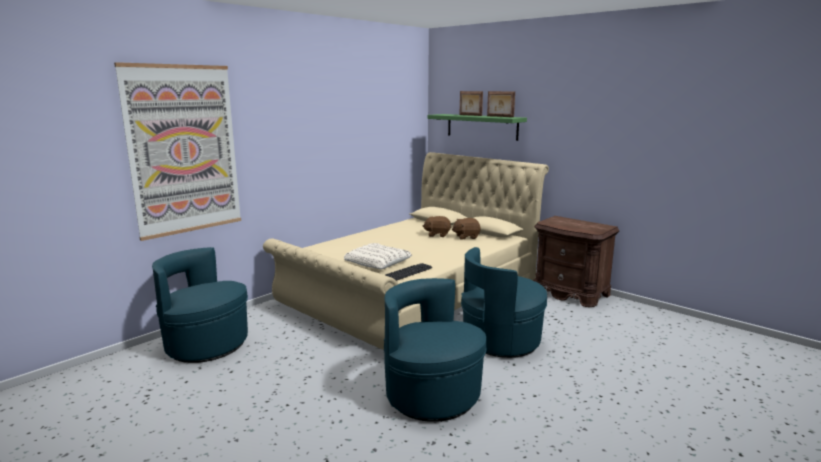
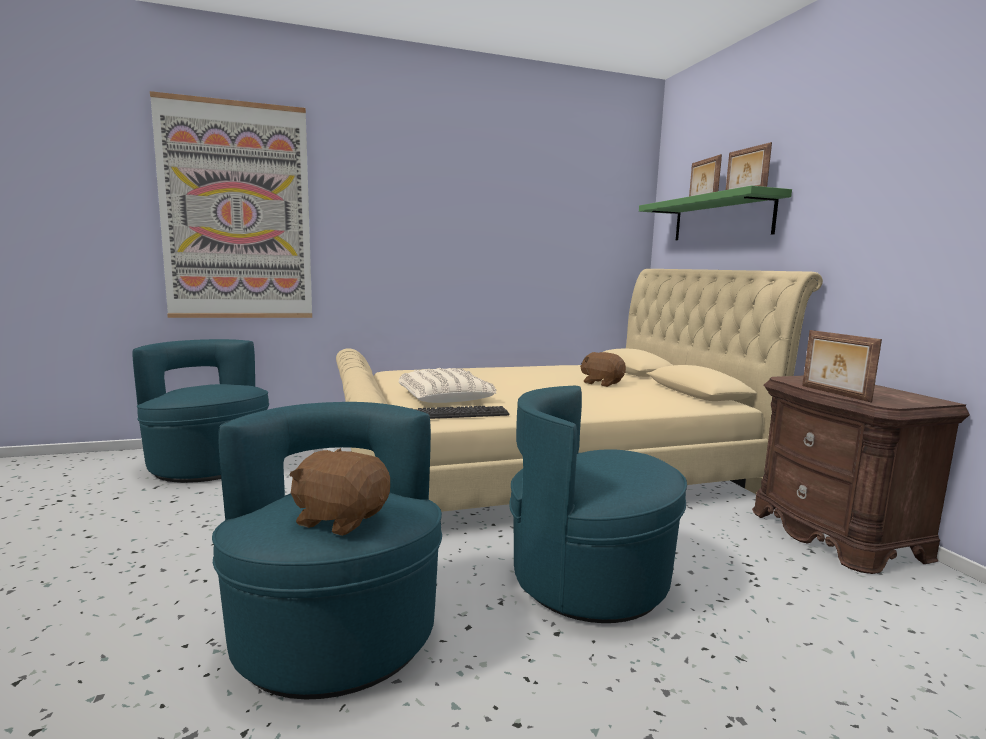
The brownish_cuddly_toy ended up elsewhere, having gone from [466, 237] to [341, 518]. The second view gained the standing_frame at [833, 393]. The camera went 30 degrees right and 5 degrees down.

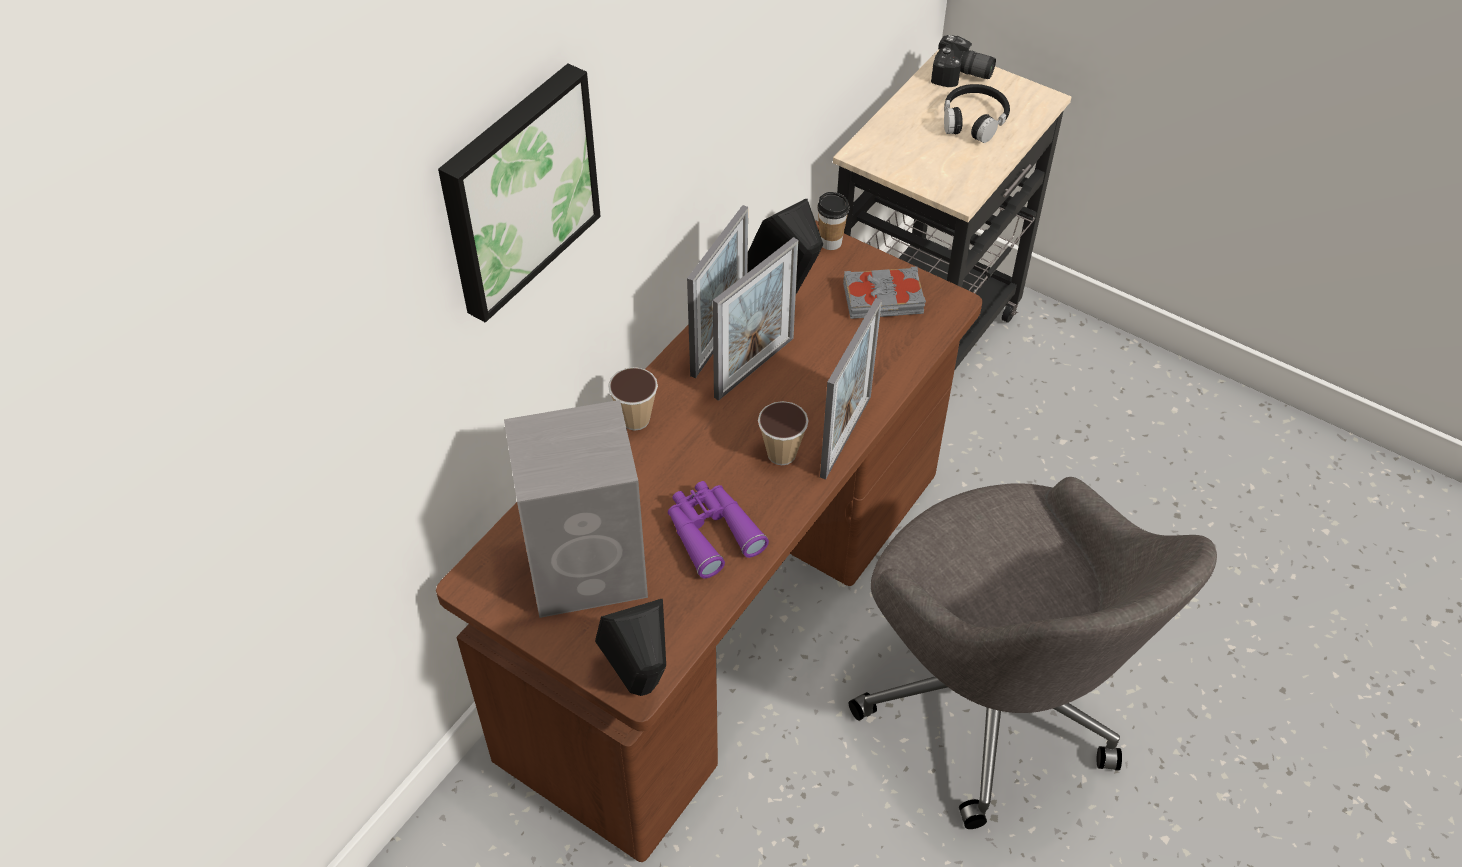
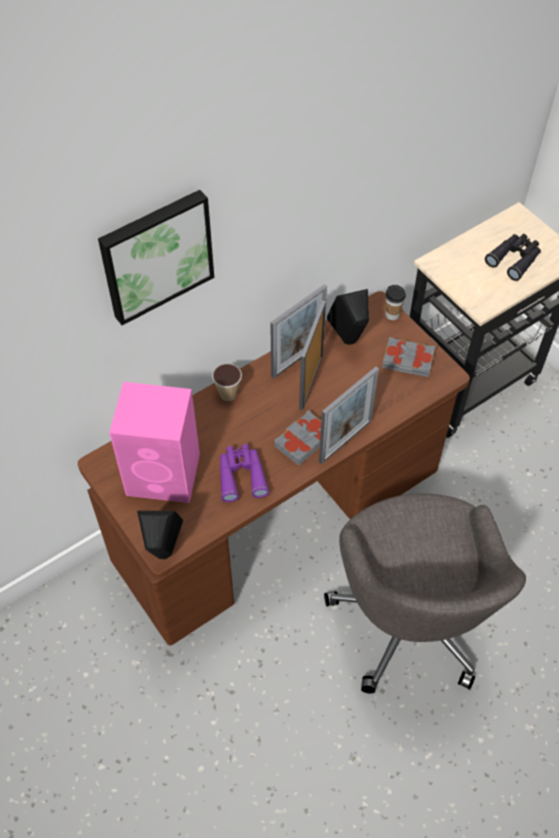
The second view lost the still_camera at [961, 76]. Where the black_pair_of_headphones stood at [973, 121], the black_binoculars came to stand at [514, 259]. The standing_frame at [754, 367] ended up facing another way, 135 degrees clockwise from before. What was the grey_audio_speaker at [590, 567] turned into the pink_audio_speaker at [165, 474]. Where the small_cup stood at [781, 454], the grey_bound_book came to stand at [302, 440]. The camera went 20 degrees right and 5 degrees up.

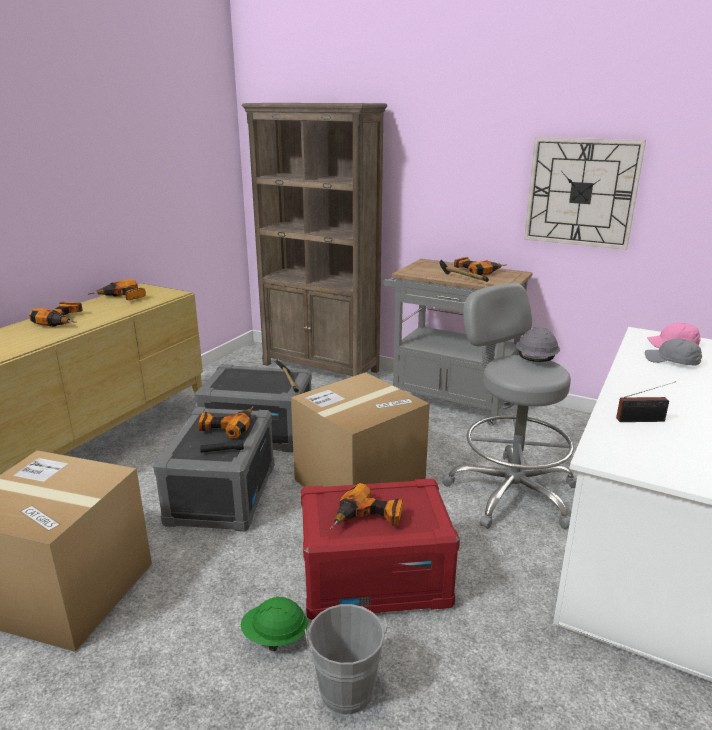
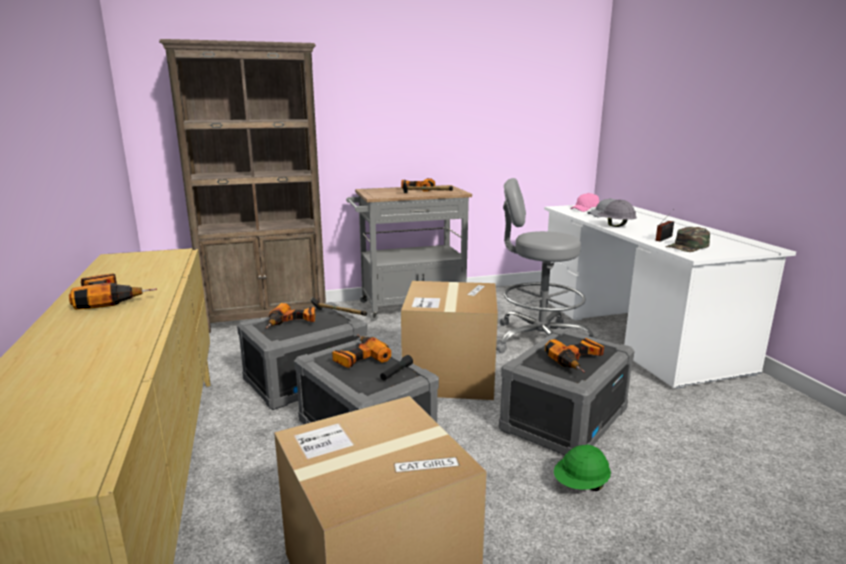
The second view lost the clock_on_the_wall at [581, 192]. The power_drill ended up elsewhere, having gone from [122, 298] to [292, 323]. The grey_work_helmet ended up elsewhere, having gone from [535, 359] to [615, 226]. What was the reddish_storage_bin at [375, 578] turned into the grey_storage_bin at [564, 419]. The second view lost the grey_pail at [345, 685]. The second view gained the greenish_baseball_cap at [688, 247]. The camera went 45 degrees left and 5 degrees down.

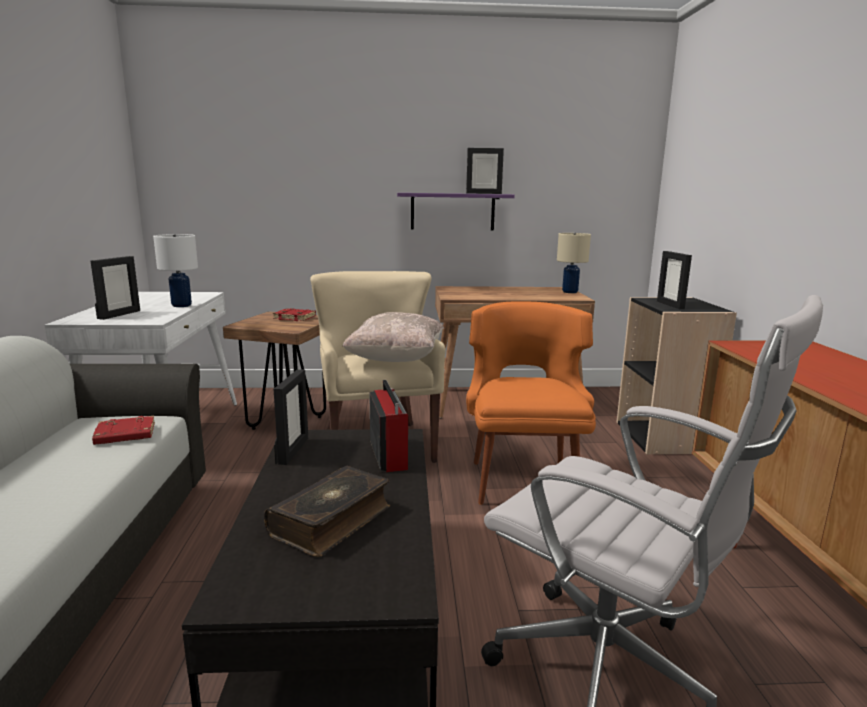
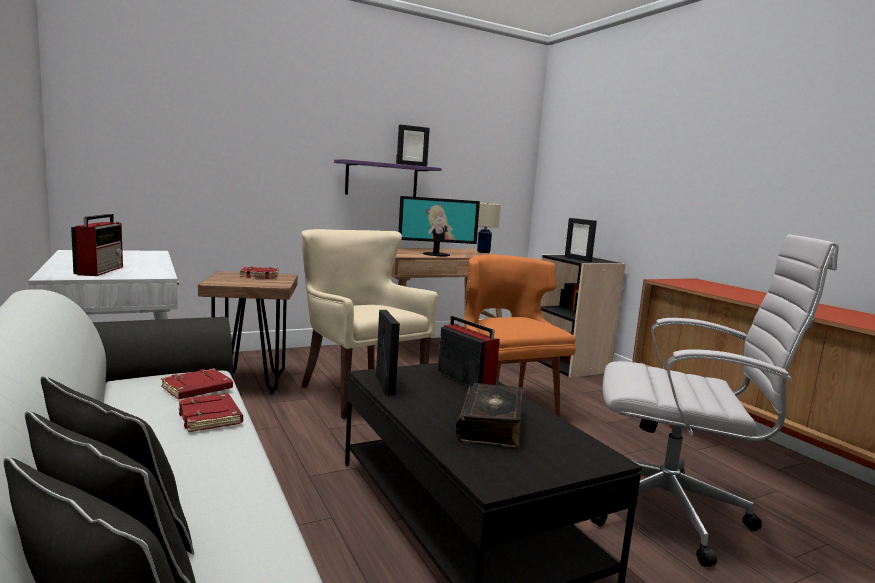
The second view lost the white_table_lamp at [183, 305]. Where the standing_frame stood at [119, 314], the radio_receiver came to stand at [101, 270]. The second view lost the beige_cushion at [396, 360]. The second view gained the computer_display at [436, 254]. The second view gained the reddish_bound_book at [211, 417]. The camera went 25 degrees left and 5 degrees down.

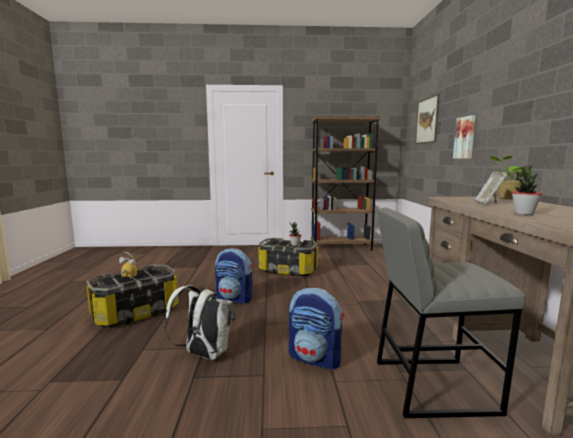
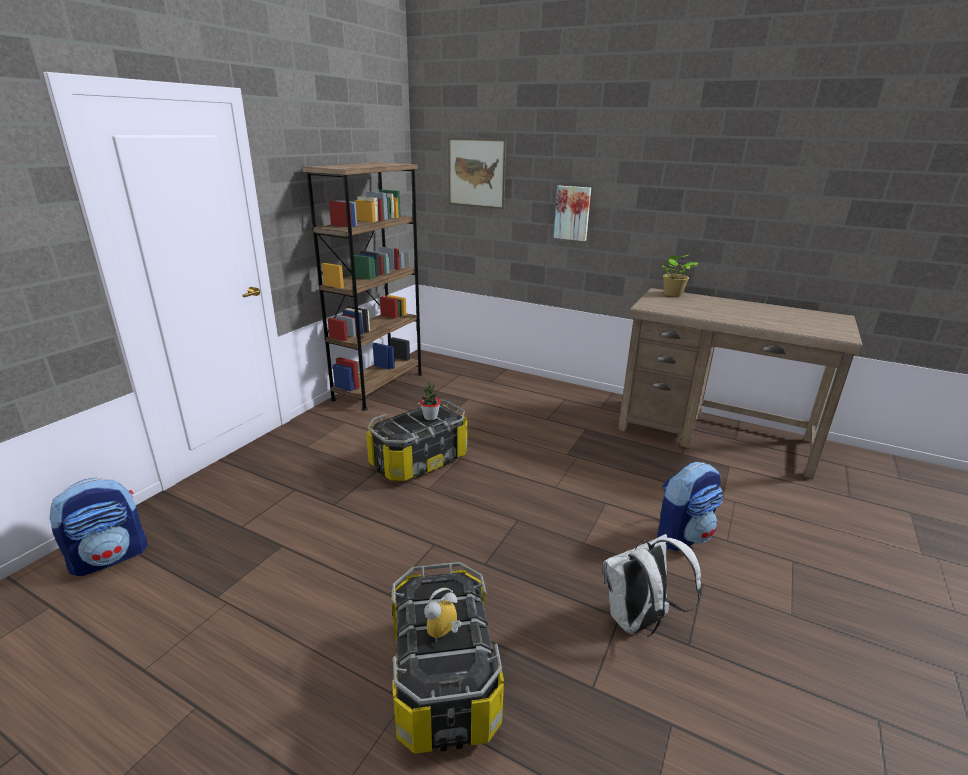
The second view lost the houseplant at [523, 213]. The second view lost the standing_frame at [488, 203]. The second view lost the grey_stool at [430, 386]. The rucksack ended up elsewhere, having gone from [235, 298] to [111, 557]. The camera went 60 degrees left and 15 degrees up.

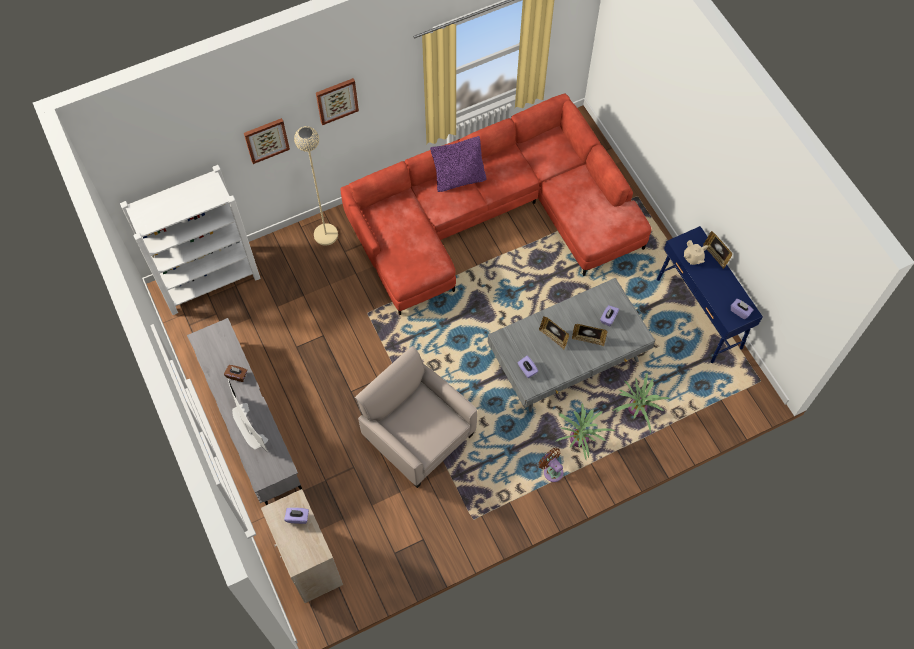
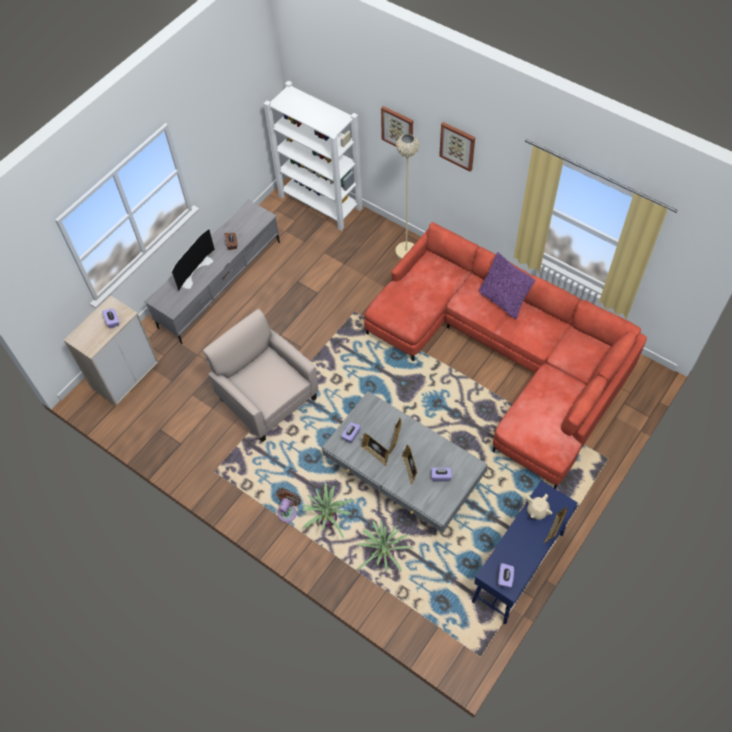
The beige_armchair at [418, 435] ended up facing another way, 60 degrees counterclockwise from before. The second view gained the standing_frame at [375, 454]. The camera went 65 degrees right and 5 degrees down.

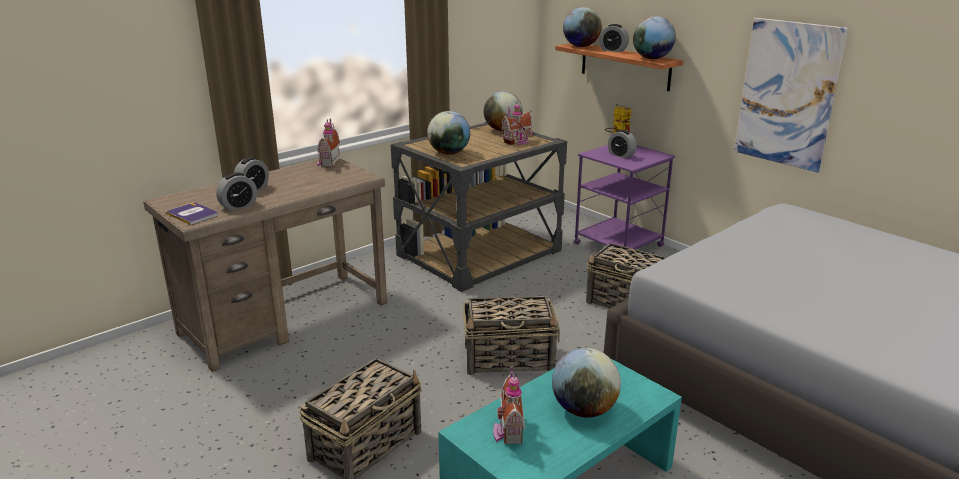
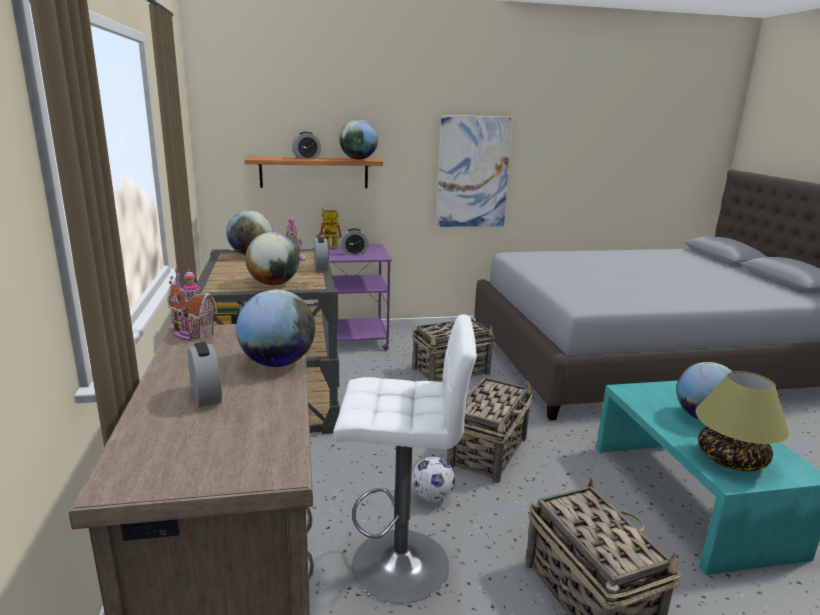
The world_globe ended up elsewhere, having gone from [581, 46] to [277, 363]. The table_clock ended up elsewhere, having gone from [238, 206] to [321, 268]. The second view lost the bound_book at [192, 214]. Where the model_house stood at [507, 431], the table_lamp came to stand at [731, 459]. The second view gained the white_stool at [401, 565]. The second view gained the football_ball at [431, 497]. The camera went 60 degrees left and 5 degrees down.

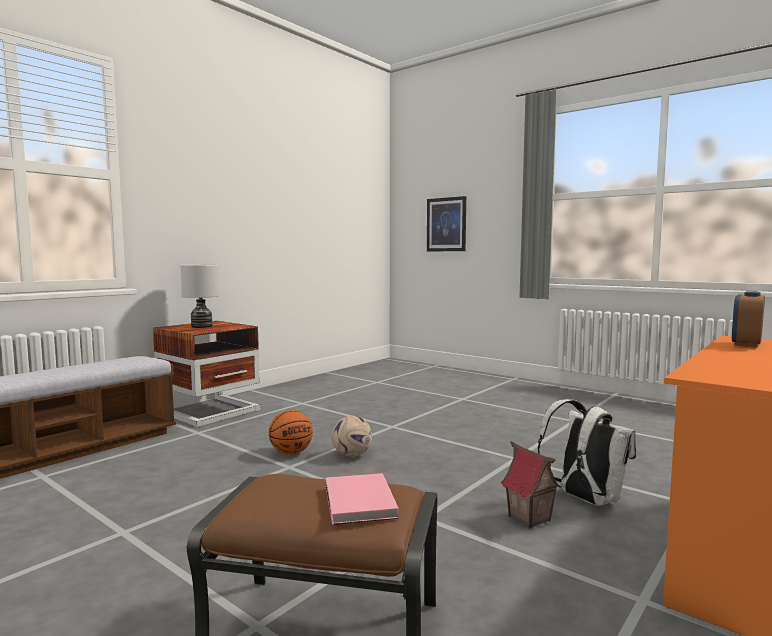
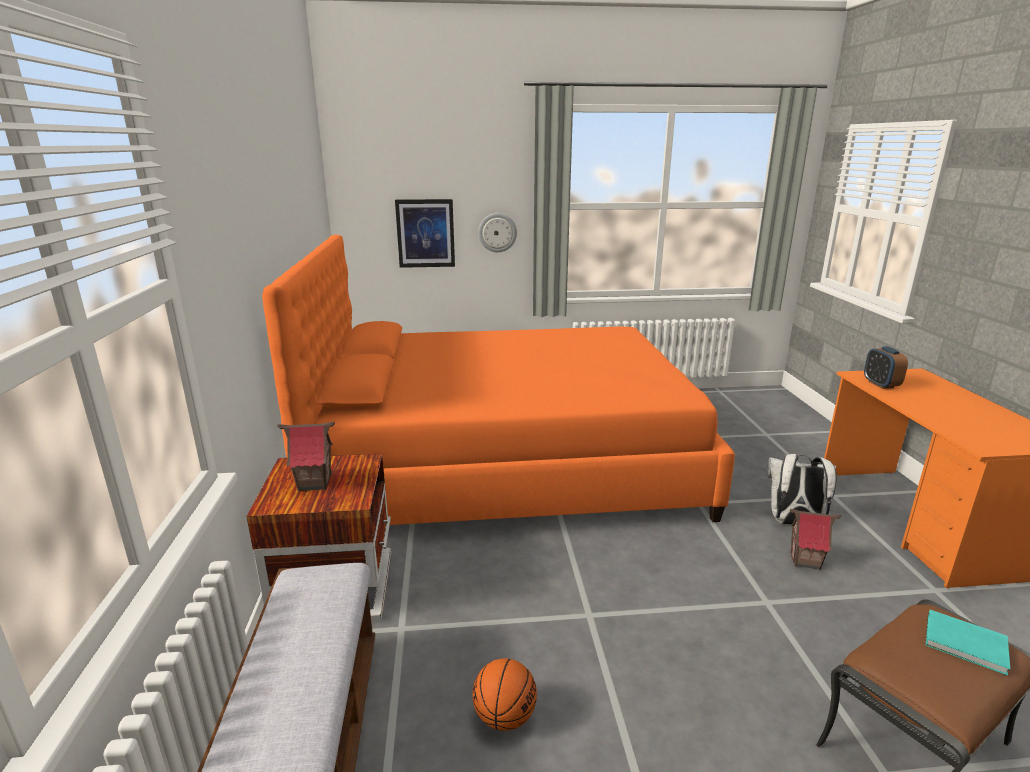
Where the grey_table_lamp stood at [201, 326], the model_house came to stand at [314, 483]. The basketball ended up elsewhere, having gone from [291, 453] to [504, 717]. The second view lost the football_ball at [352, 455]. What was the pink_bound_book at [358, 503] turned into the blue-green_bound_book at [967, 645]. The second view gained the clock_on_the_wall at [497, 232]. The second view gained the orange_sleeping_bed at [505, 462]. The camera went 45 degrees left and 15 degrees up.

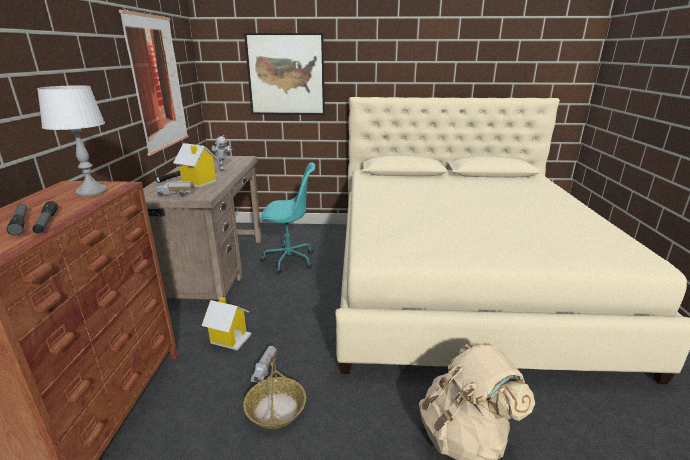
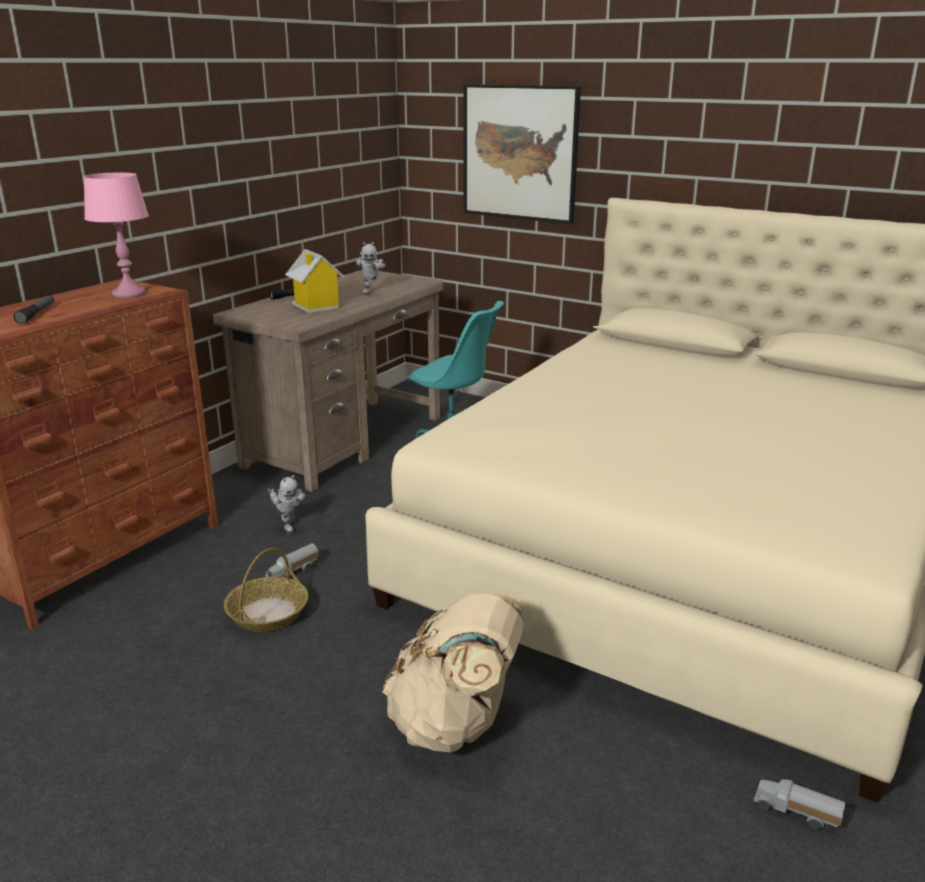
The second view lost the picture at [158, 83]. What was the grey_table_lamp at [92, 191] turned into the pink_table_lamp at [129, 294]. The model_truck ended up elsewhere, having gone from [175, 195] to [796, 814]. The second view lost the torch at [46, 222]. Where the model_house stood at [229, 338], the robot_figure came to stand at [287, 526]. The camera went 30 degrees right and 0 degrees up.

